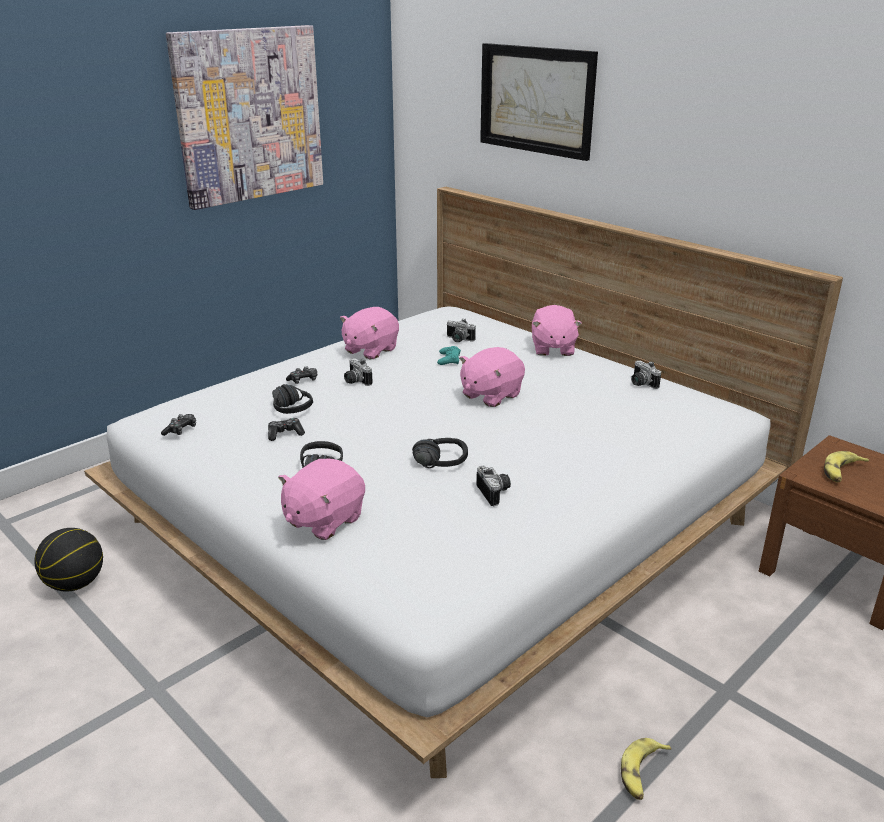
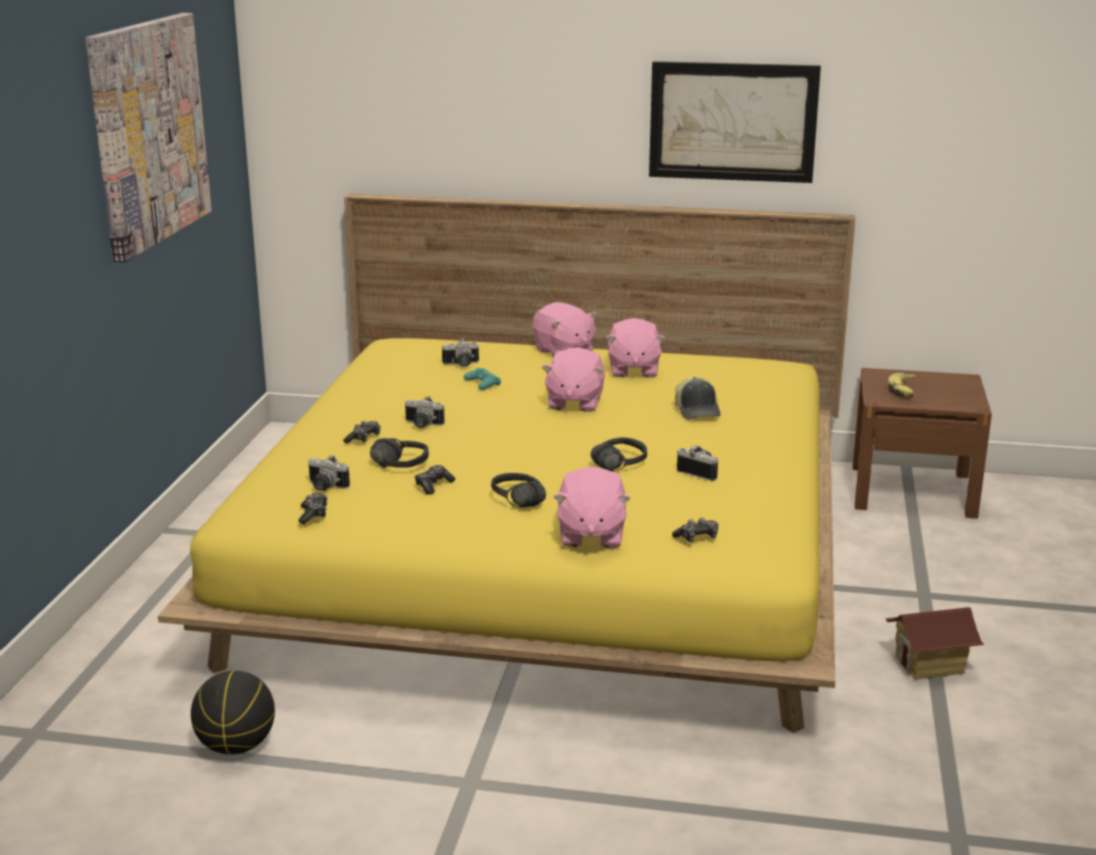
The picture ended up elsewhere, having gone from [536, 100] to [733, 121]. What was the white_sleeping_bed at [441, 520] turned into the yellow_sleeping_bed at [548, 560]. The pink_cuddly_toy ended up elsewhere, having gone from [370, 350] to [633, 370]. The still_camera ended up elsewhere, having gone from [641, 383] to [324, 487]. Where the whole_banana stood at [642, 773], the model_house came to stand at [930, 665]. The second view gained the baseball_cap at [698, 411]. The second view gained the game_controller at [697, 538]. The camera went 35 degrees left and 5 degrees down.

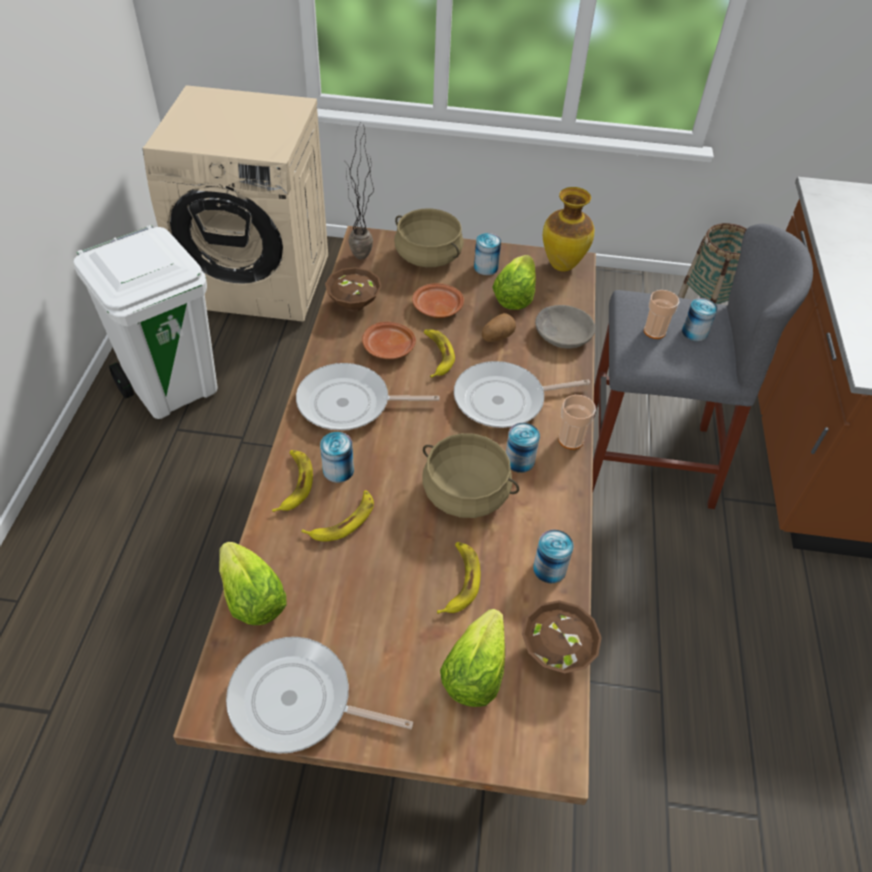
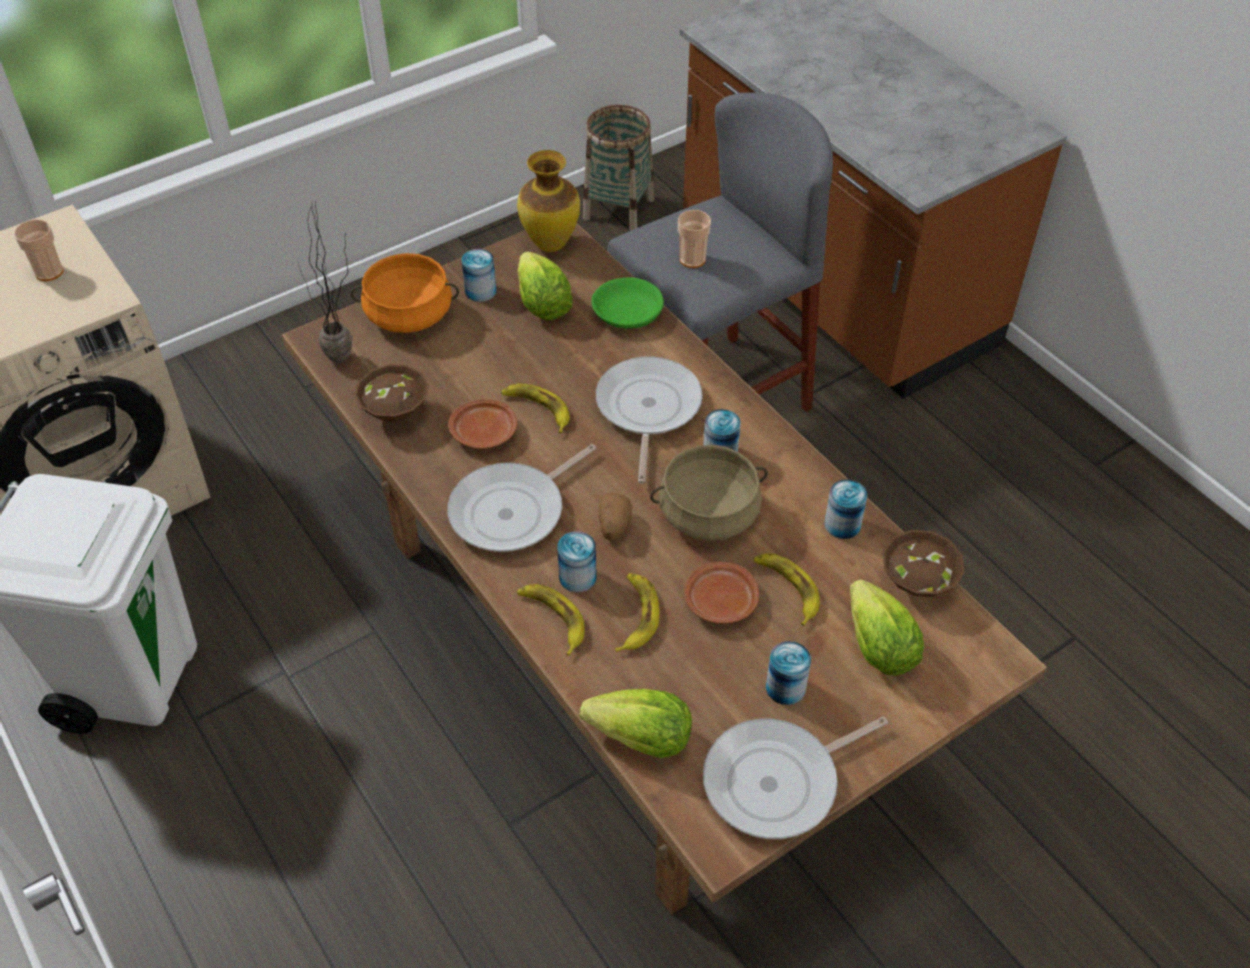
What was the beige_cooking_pot at [427, 256] turned into the orange_cooking_pot at [409, 315]. The brownish_dinner_plate ended up elsewhere, having gone from [437, 308] to [720, 602]. The metal_can ended up elsewhere, having gone from [694, 332] to [785, 687]. What was the grey_bowl at [562, 334] turned into the greenish_bowl at [626, 313]. The potato ended up elsewhere, having gone from [497, 337] to [614, 526]. The frying_pan at [504, 400] ended up facing another way, 150 degrees clockwise from before. The small_cup ended up elsewhere, having gone from [571, 439] to [49, 272]. The camera went 40 degrees left and 0 degrees up.

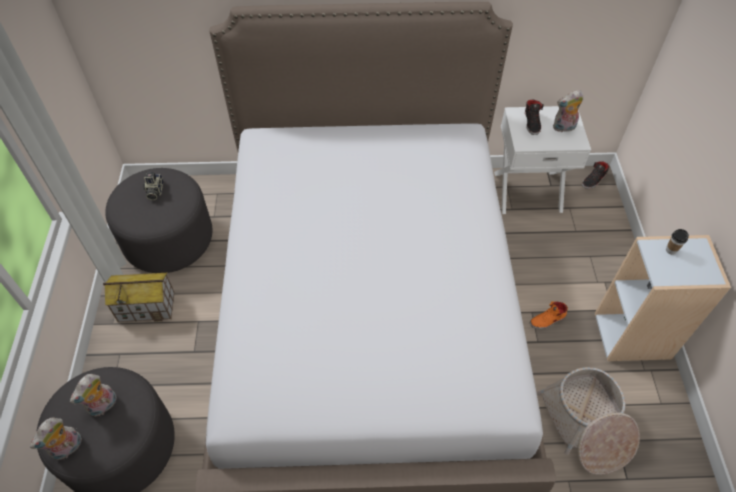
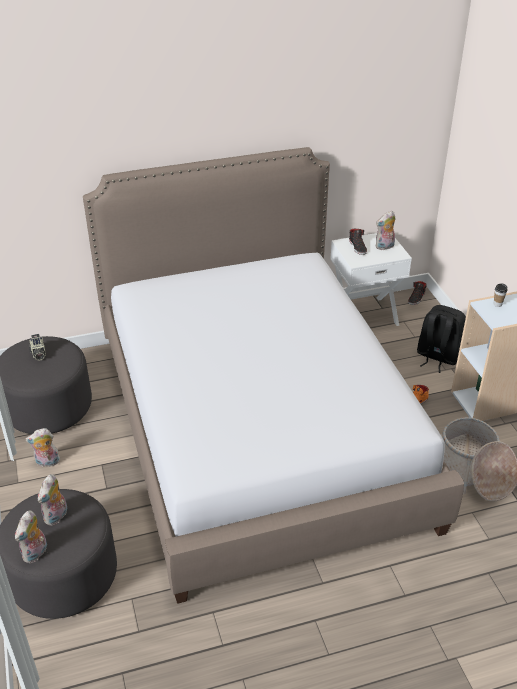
Where the model_house stood at [147, 306], the cuddly_toy came to stand at [47, 463]. The second view gained the black_rucksack at [437, 357]. The camera went 15 degrees left and 15 degrees down.

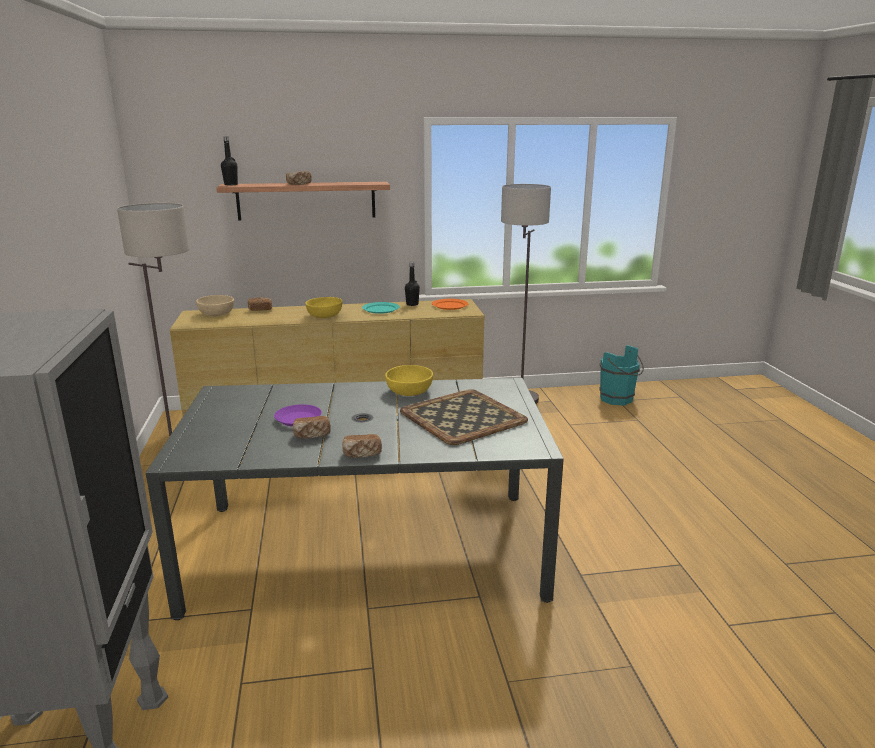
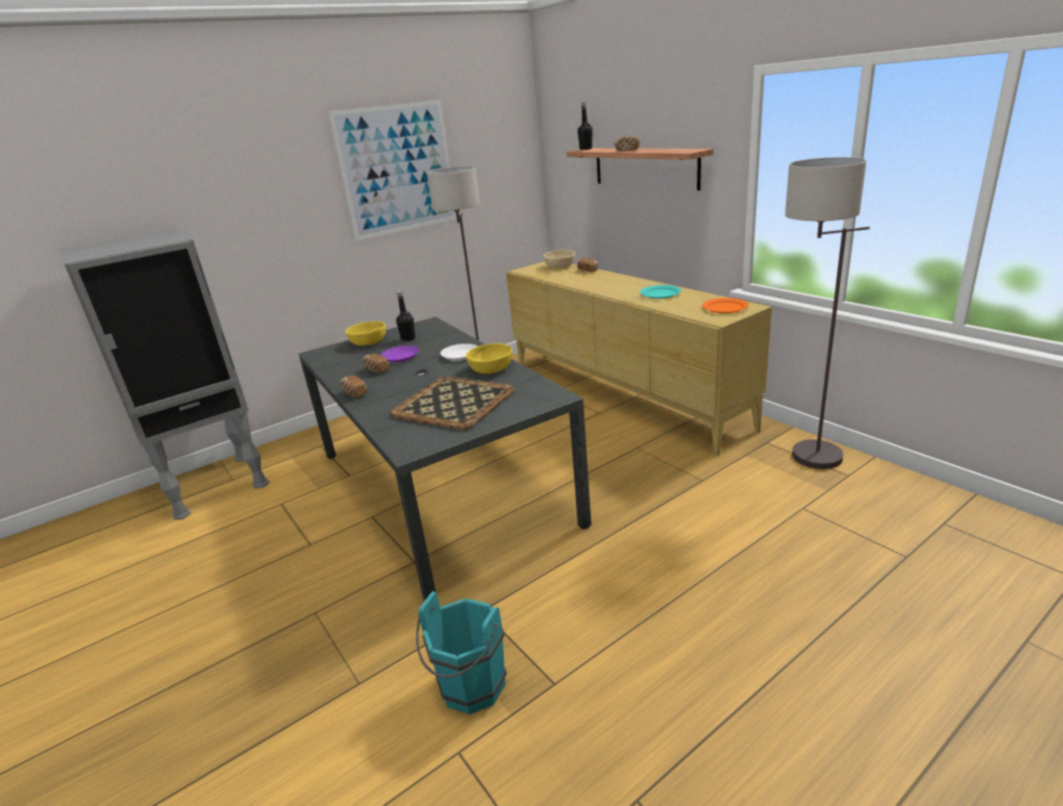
The black_bottle ended up elsewhere, having gone from [412, 304] to [408, 339]. The yellow_bowl ended up elsewhere, having gone from [324, 315] to [368, 342]. The blue-green_pail ended up elsewhere, having gone from [618, 400] to [470, 690]. The second view gained the picture at [397, 169]. The second view gained the white_dinner_plate at [460, 355]. The camera went 65 degrees right and 5 degrees up.

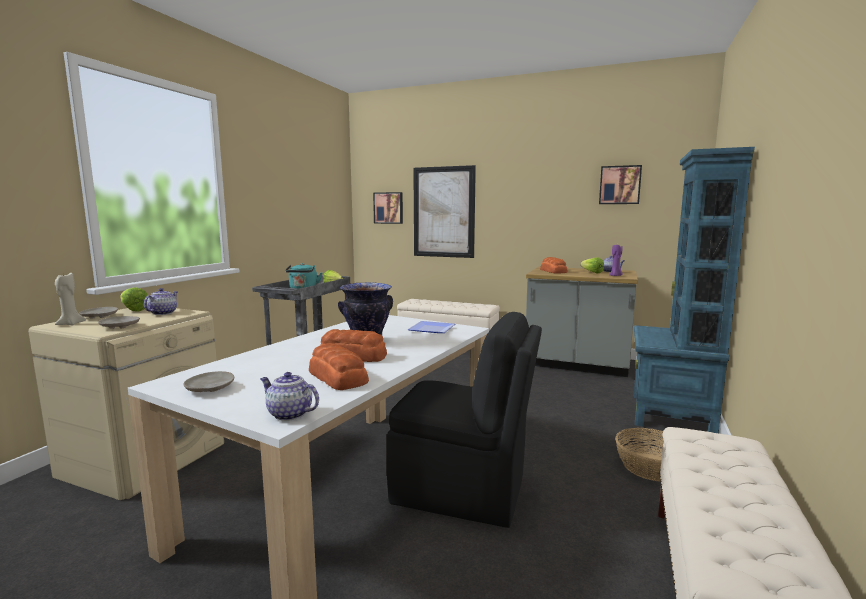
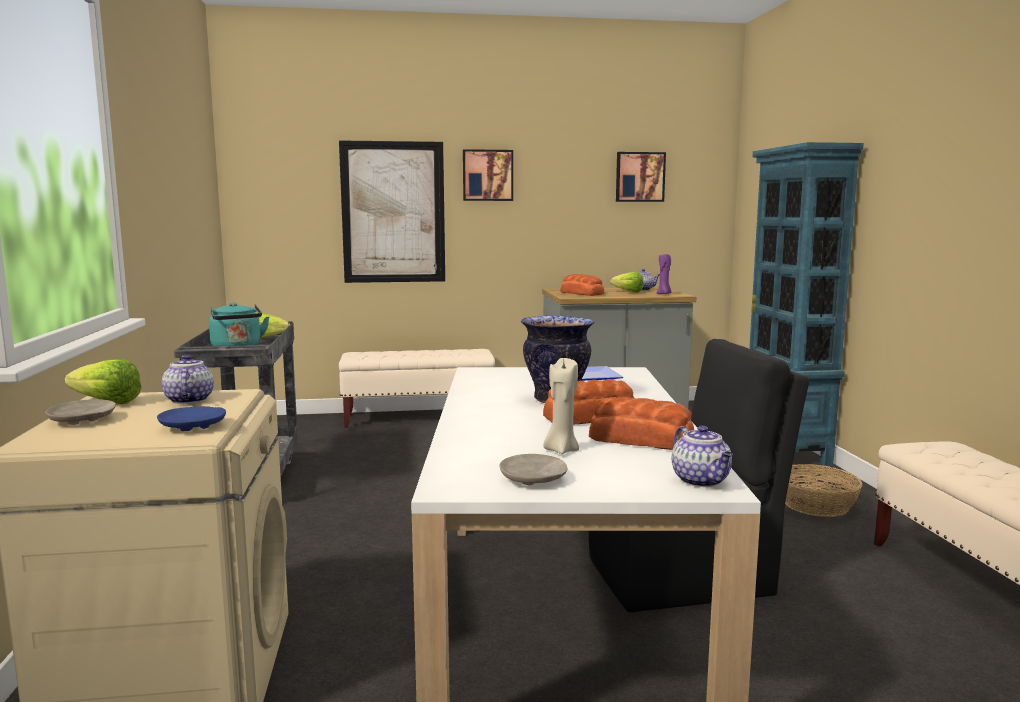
The picture ended up elsewhere, having gone from [388, 208] to [487, 175]. The beige_wax_light ended up elsewhere, having gone from [70, 324] to [561, 450]. What was the beige_dinner_plate at [120, 327] turned into the blue-coloured_dinner_plate at [193, 427]. The teapot at [288, 414] ended up facing another way, 105 degrees counterclockwise from before. The camera went 30 degrees left and 0 degrees up.

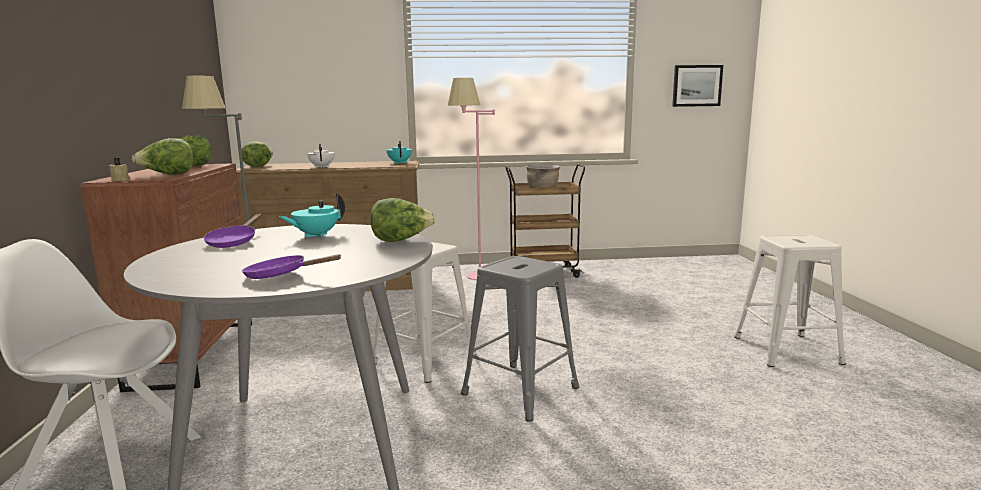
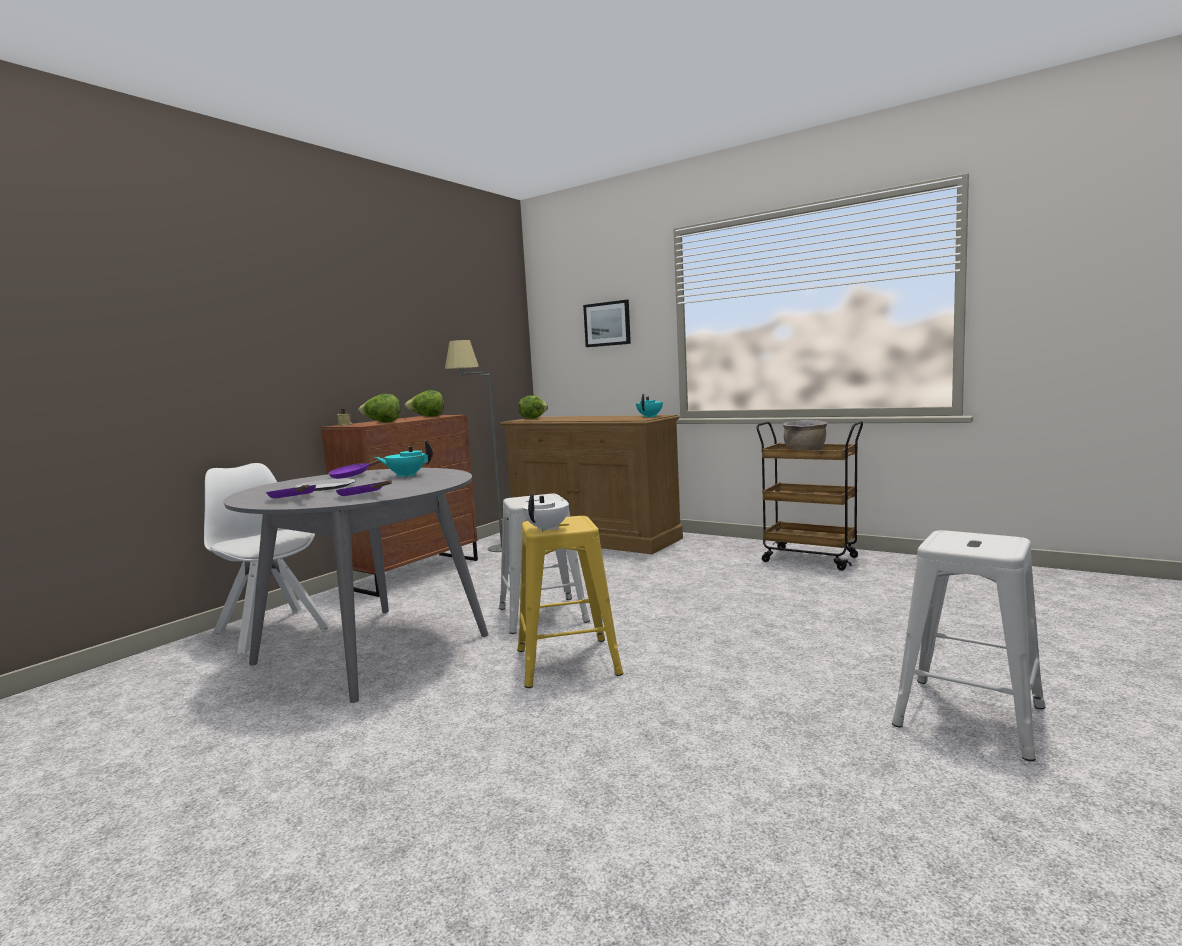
The picture ended up elsewhere, having gone from [696, 86] to [607, 324]. The second view lost the pink_floor_lamp at [474, 279]. The white_teapot ended up elsewhere, having gone from [322, 167] to [548, 529]. The second view lost the lettuce at [401, 240]. What was the grey_stool at [520, 390] turned into the yellow_stool at [568, 662]. The second view gained the dinner_plate at [327, 487]. The second view gained the purple-coloured_frying_pan at [364, 496]. The camera went 40 degrees right and 5 degrees down.

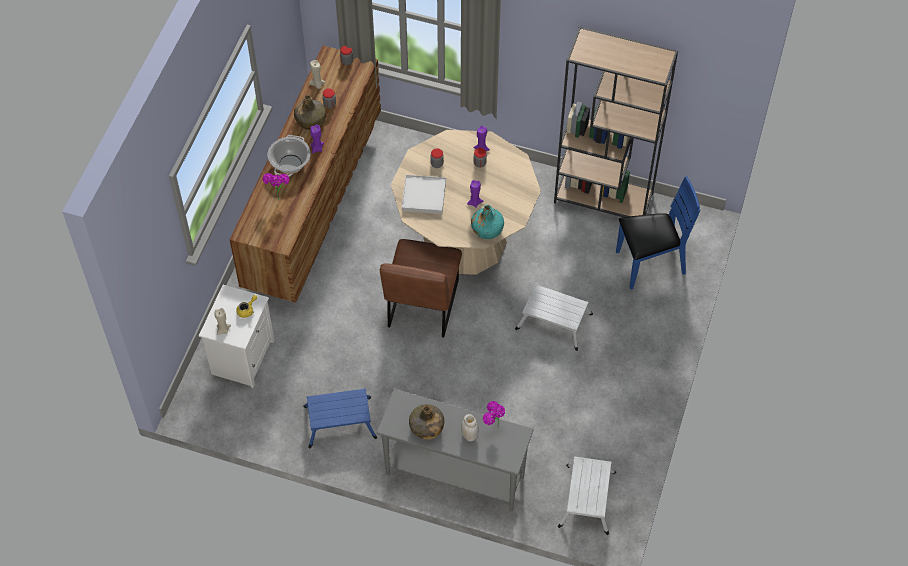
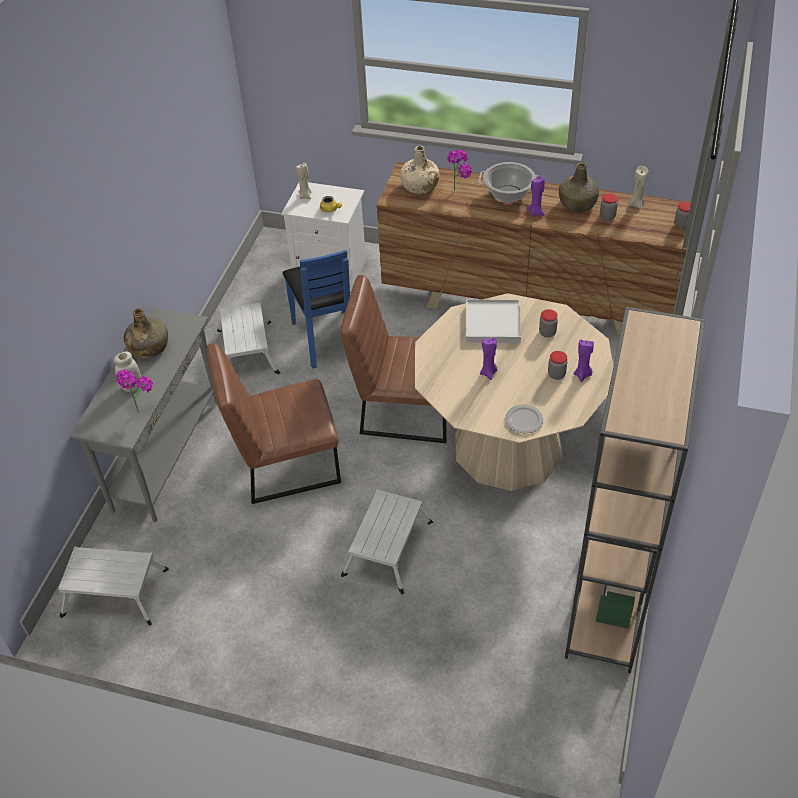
The blue-coloured_chair ended up elsewhere, having gone from [650, 264] to [326, 338]. The second view lost the blue-green_bottle at [487, 229]. What was the blue-coloured_stepladder at [340, 421] turned into the white_stepladder at [247, 352]. The second view gained the beige_bottle at [420, 186]. The second view gained the brownish_chair at [285, 465]. The second view gained the dinner_plate at [524, 420]. The camera went 90 degrees right and 10 degrees down.

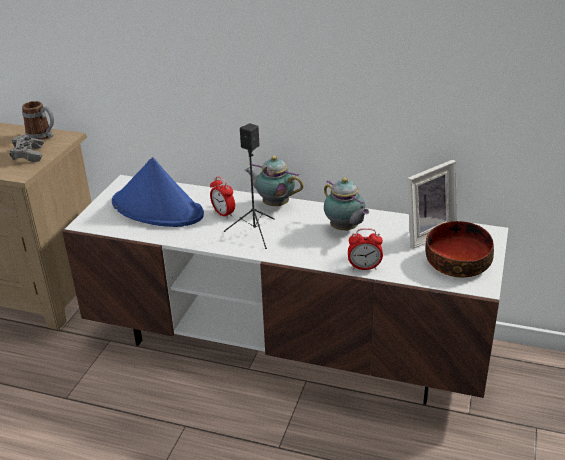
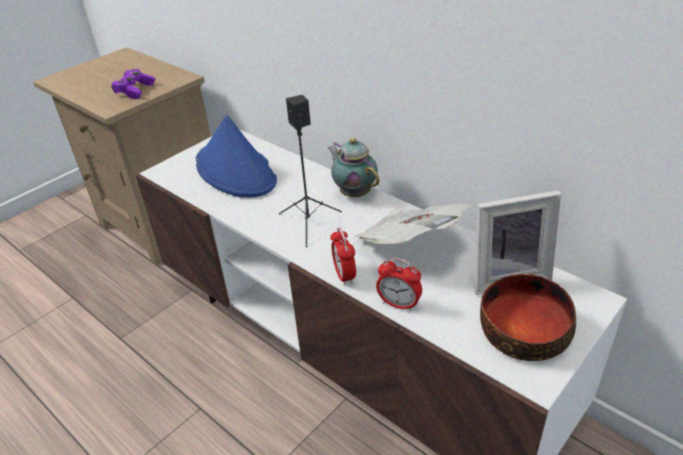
The second view lost the mug at [43, 136]. What was the grey_game_controller at [28, 155] turned into the purple-coloured_game_controller at [135, 91]. The table_clock ended up elsewhere, having gone from [223, 214] to [344, 275]. Where the teapot stood at [345, 229], the newspaper came to stand at [410, 245]. The camera went 25 degrees right and 5 degrees up.

